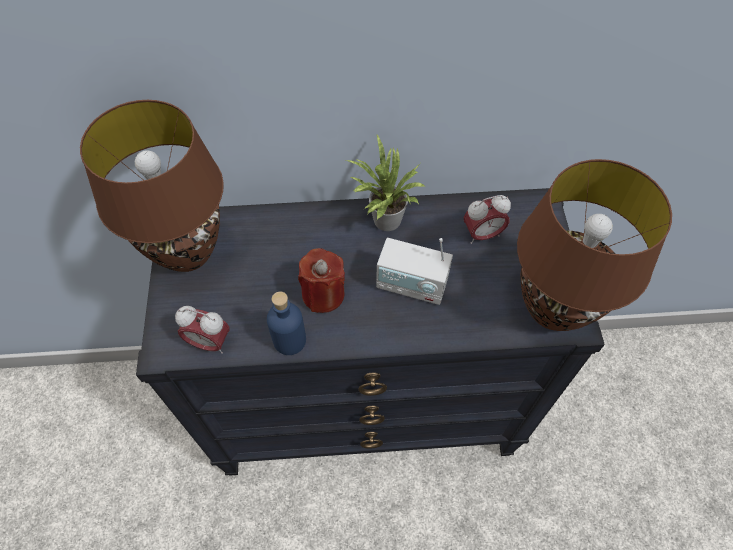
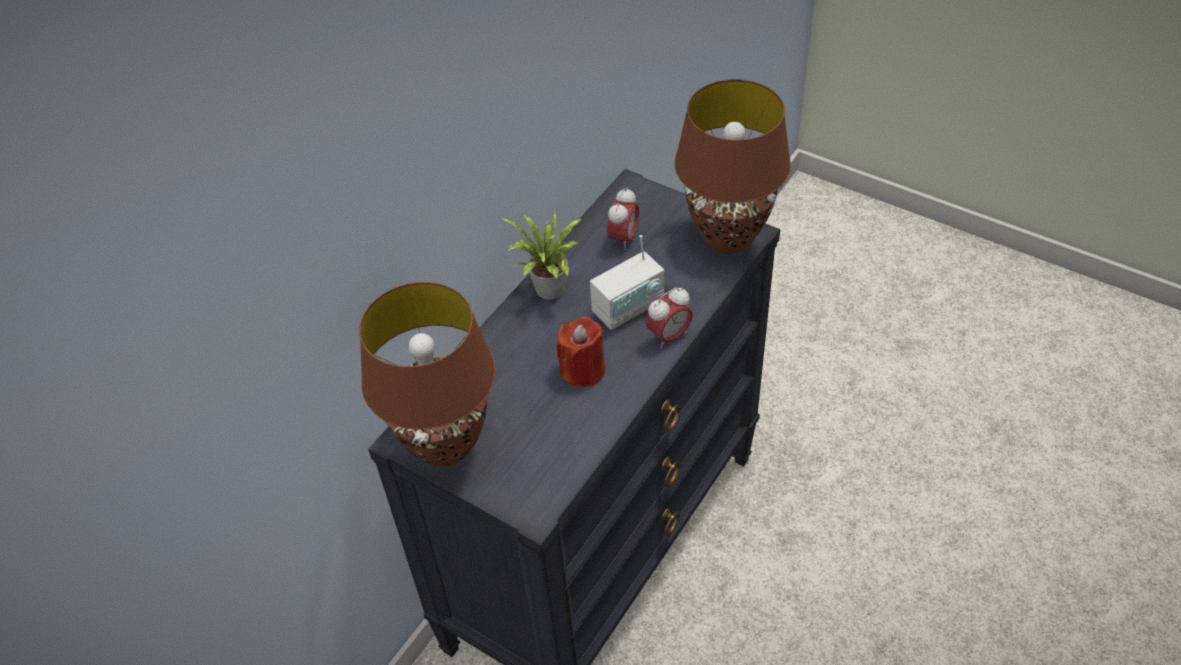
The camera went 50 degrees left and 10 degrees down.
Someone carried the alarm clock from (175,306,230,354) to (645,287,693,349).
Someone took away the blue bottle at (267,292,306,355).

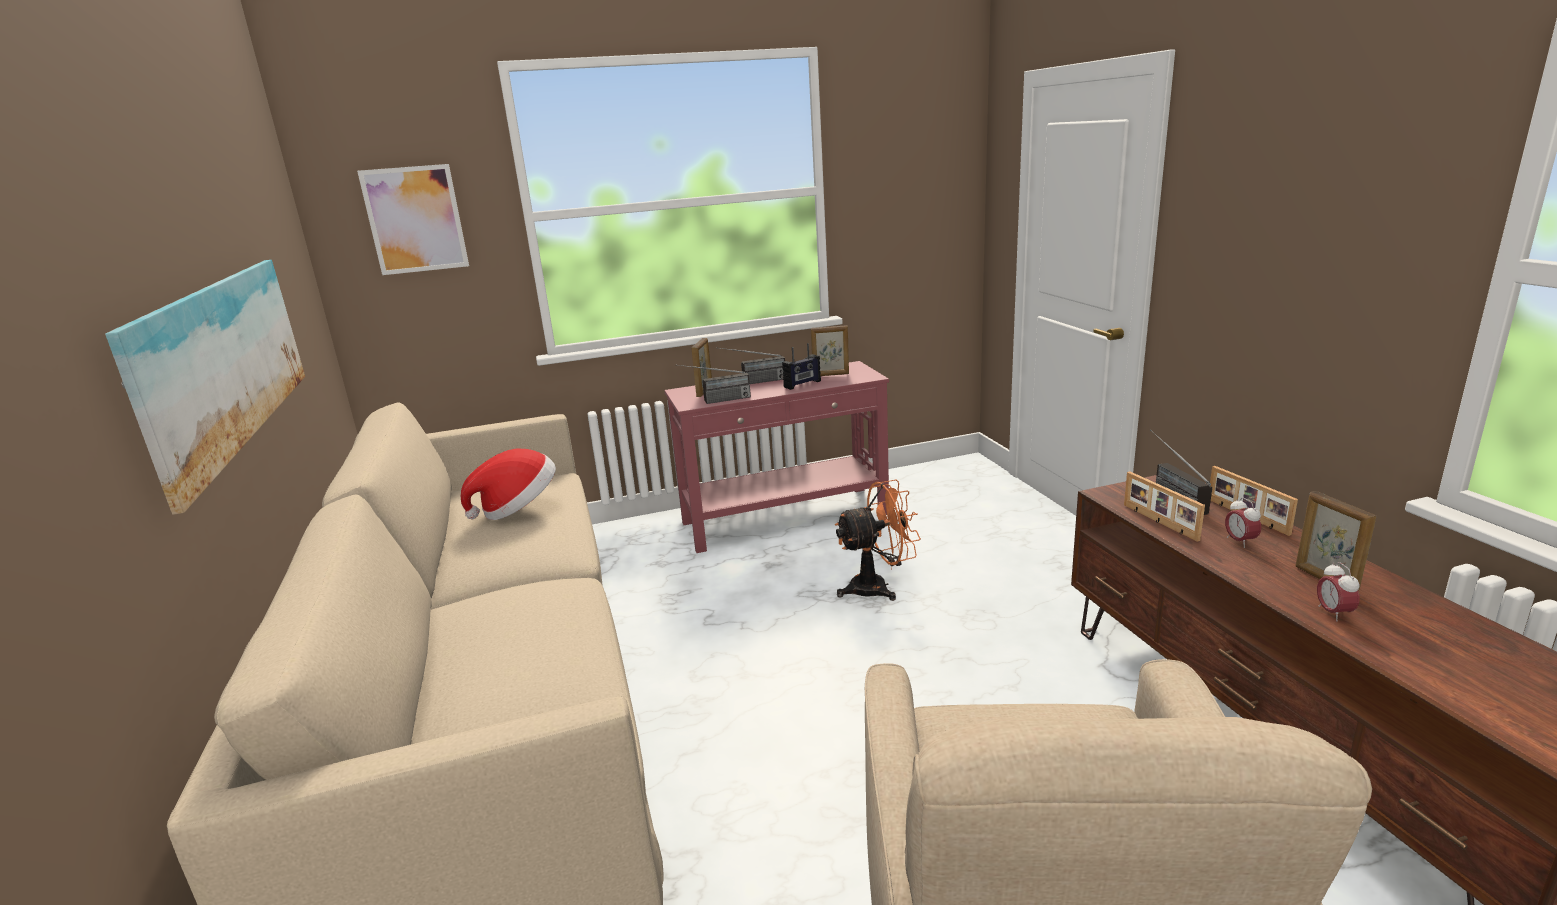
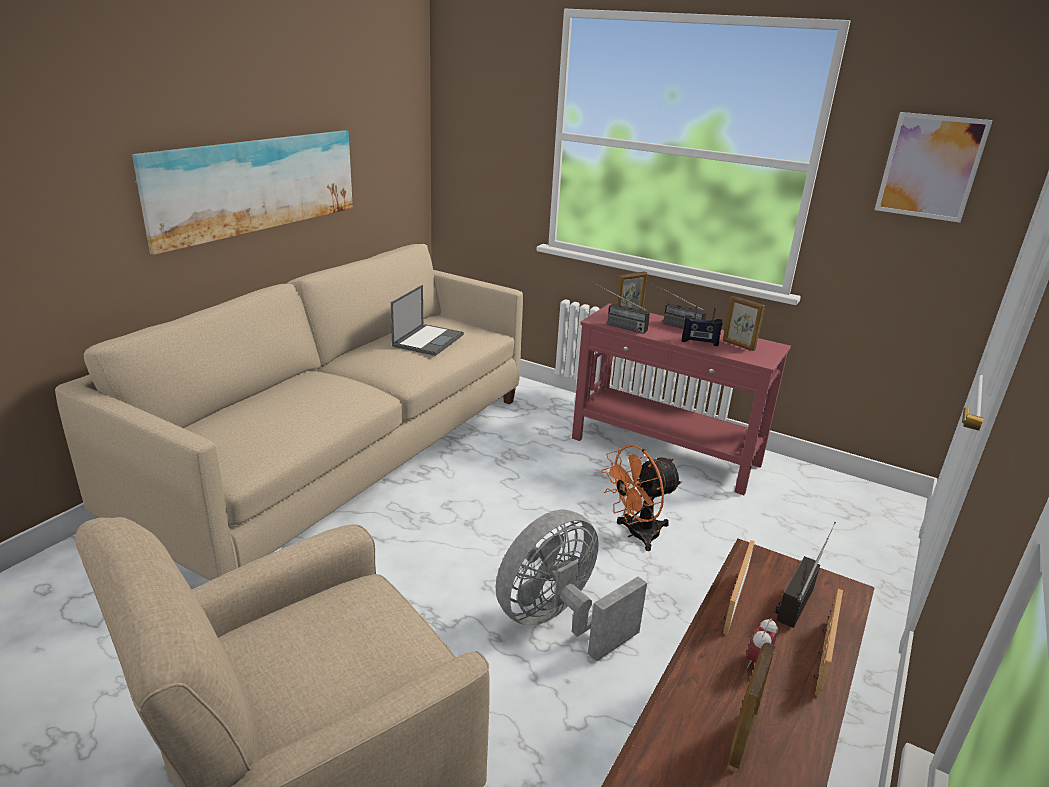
The camera went 45 degrees right and 5 degrees up.
Someone carried the picture from (357,164,469,275) to (875,112,993,223).
Someone swapped the hat at (461,448,556,520) for the laptop at (391,285,464,356).
Someone rotated the orange fan at (835,480,921,601) by 120 degrees clockwise.
Someone took away the alarm clock at (1317,562,1360,622).
Someone put down the grey fan at (496,509,647,661).

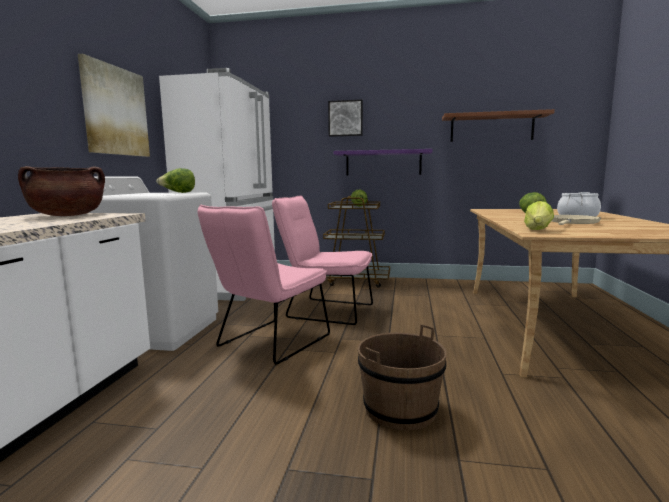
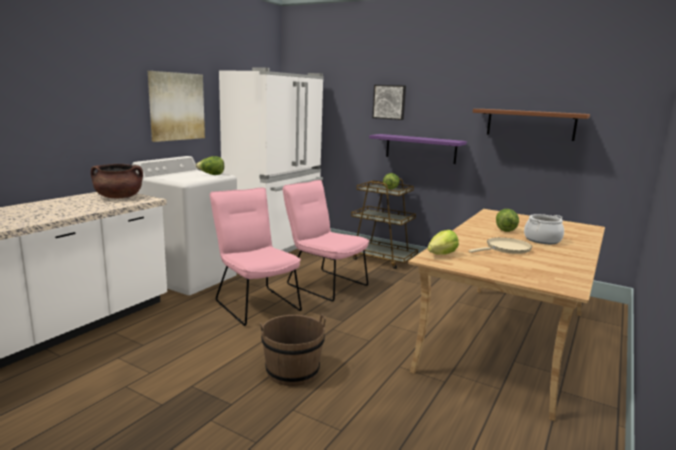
The camera went 20 degrees right and 5 degrees up.
Someone rotated the pink chair at (198,205,330,365) by 90 degrees clockwise.

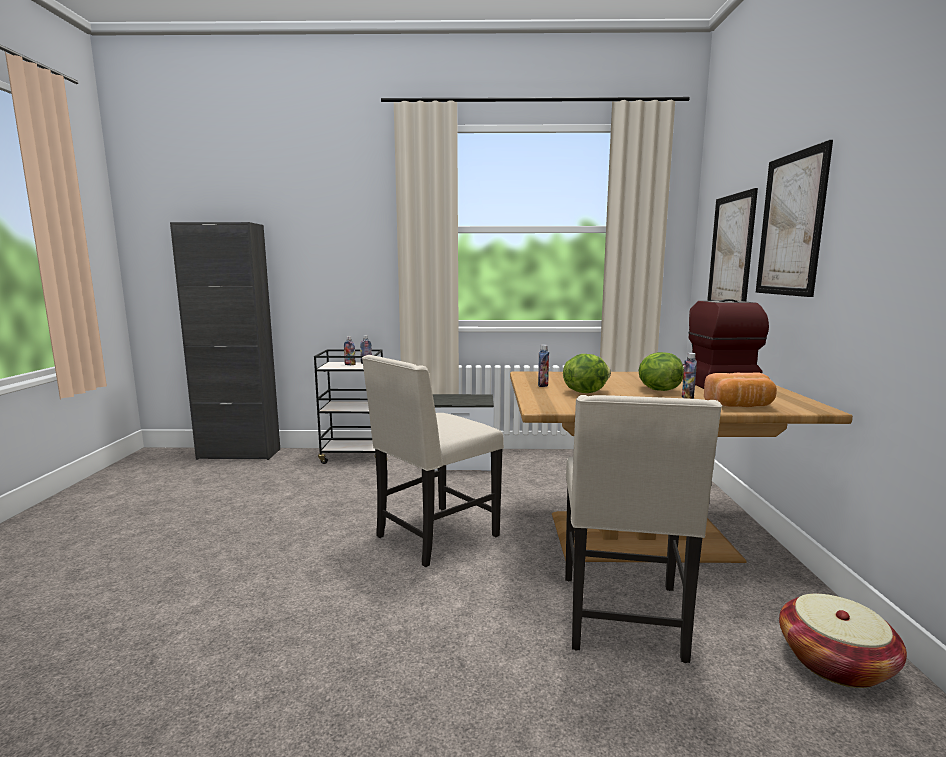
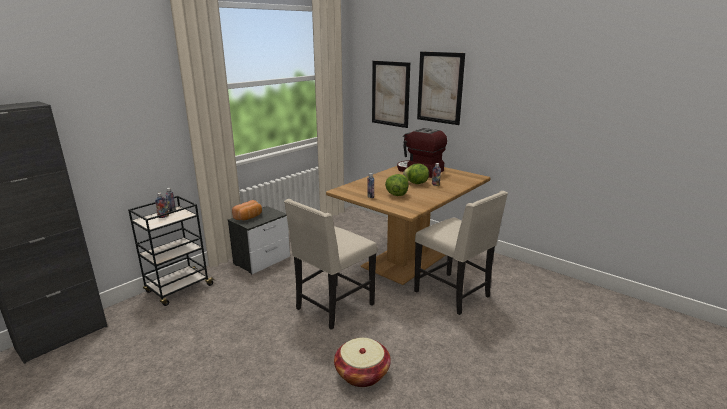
The camera went 50 degrees left and 10 degrees up.
Someone rotated the beige chair at (362,355,504,567) by 45 degrees clockwise.
Someone carried the bread from (704,373,777,407) to (232,200,262,220).
Someone carried the basket from (779,594,907,688) to (334,338,391,387).

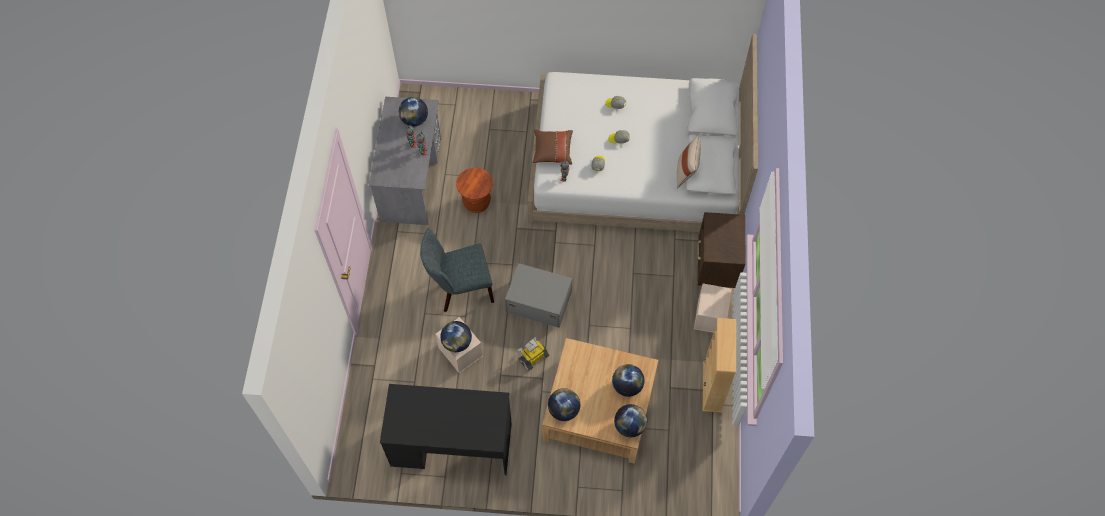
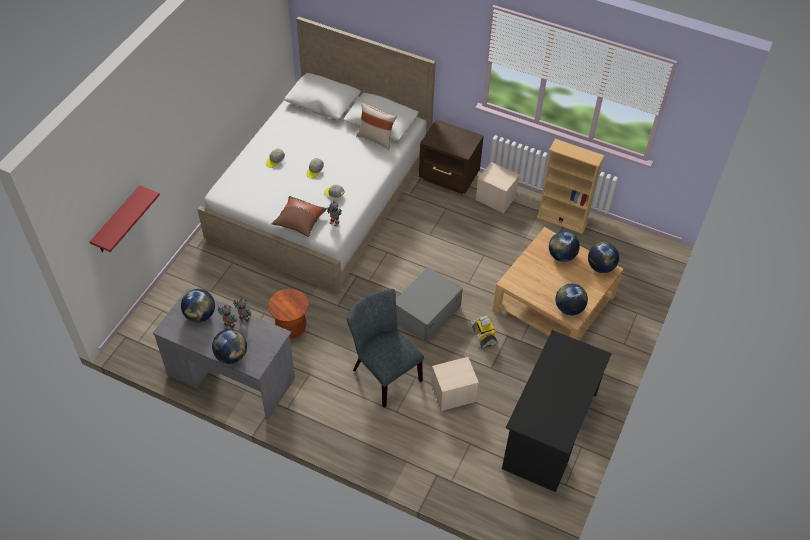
The camera went 70 degrees left and 10 degrees down.
Someone rotated the grey chair at (420,228,494,313) by 135 degrees clockwise.
Someone carried the globe from (440,321,472,352) to (212,329,247,364).
Someone put up the red shelf at (90,185,160,252).

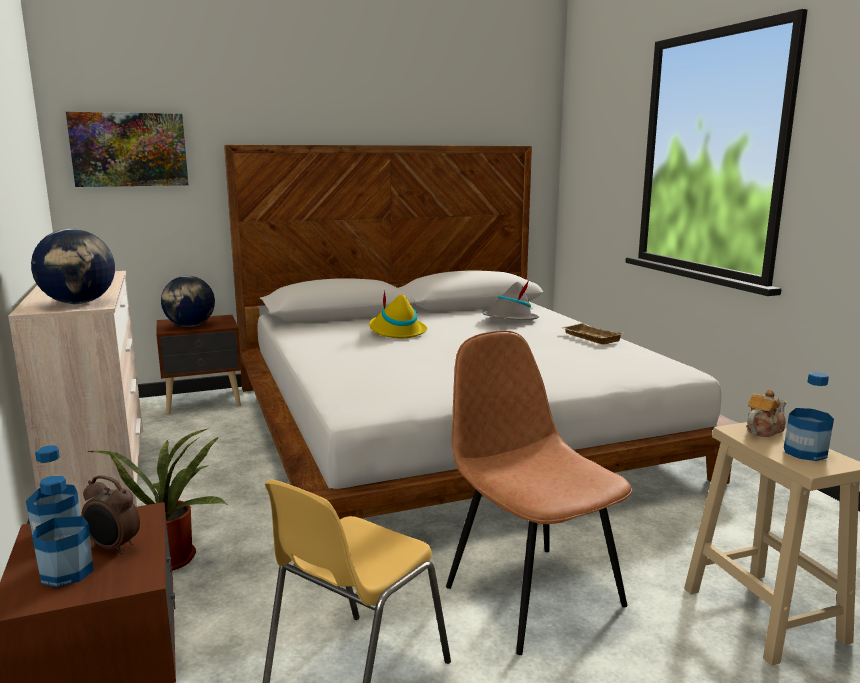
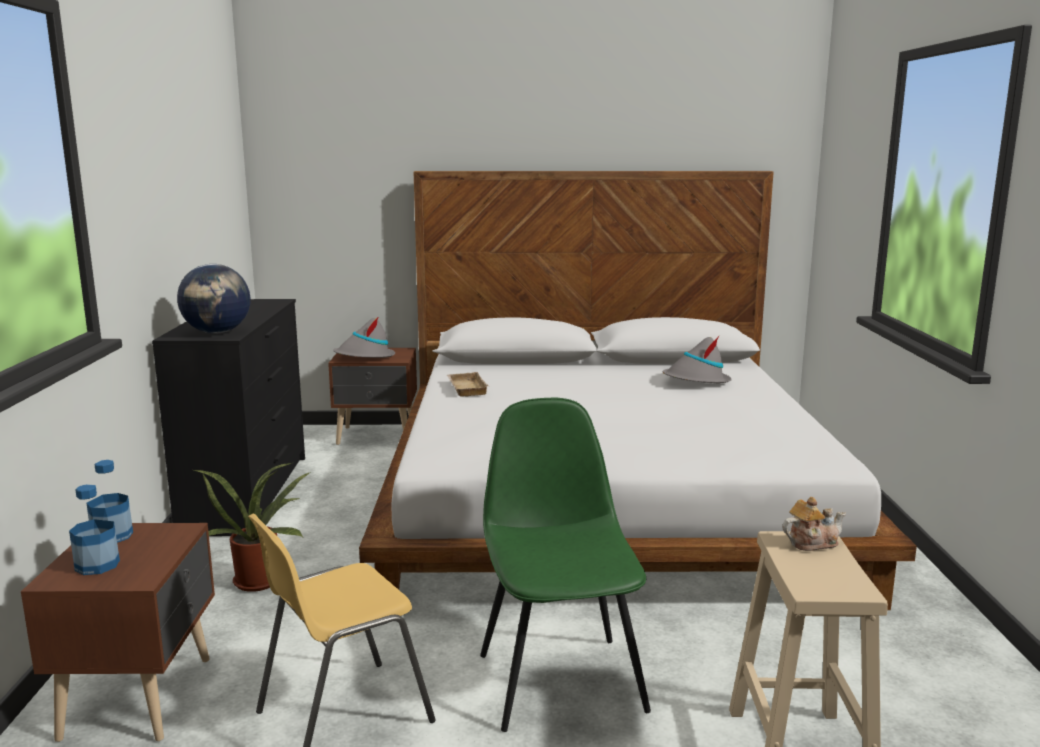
The camera went 20 degrees right and 0 degrees up.
Someone repainted the beige dresser at (8,271,143,515), which became the black dresser at (152,299,305,536).
Someone took away the picture at (66,112,188,187).
Someone took away the alarm clock at (81,475,140,554).
Someone swapped the globe at (161,276,215,327) for the grey hat at (333,316,395,358).
Someone took away the yellow hat at (369,291,427,338).
Someone repainted the brown chair at (446,330,632,655), which became the green chair at (480,398,651,732).
Someone carried the beige tray from (562,323,623,344) to (447,372,489,396).
Someone took away the bottle at (784,372,834,461).

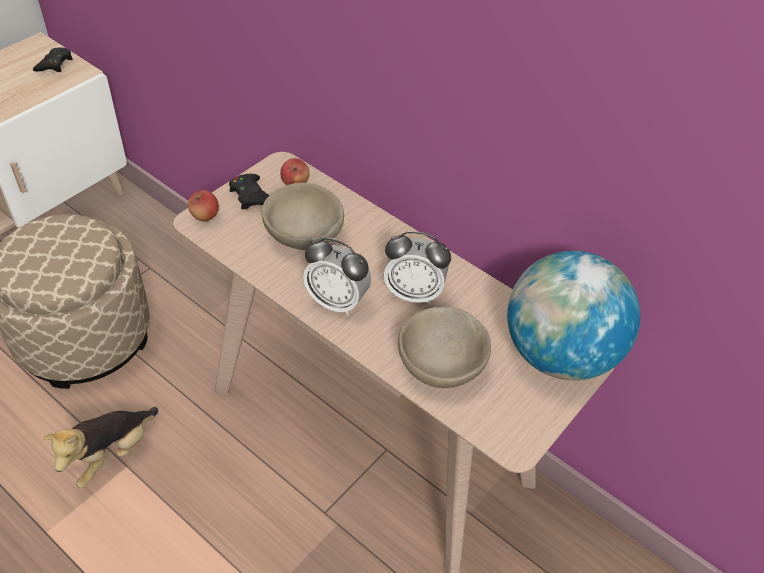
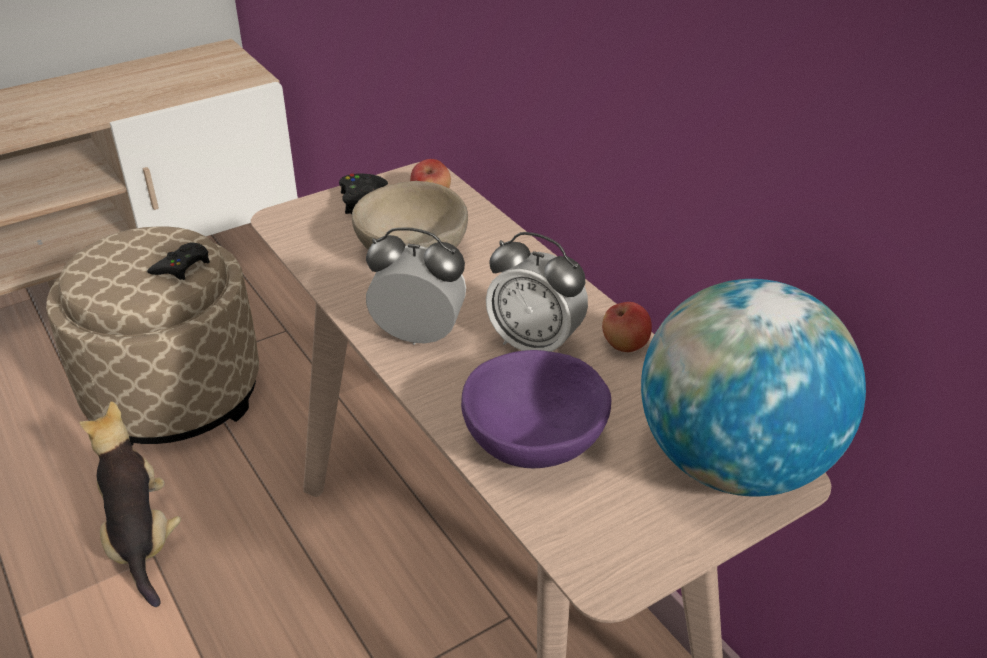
The camera went 20 degrees right and 10 degrees down.
Someone carried the black game controller from (33,48,73,72) to (147,243,210,280).
Someone rotated the plush toy at (43,407,158,488) by 105 degrees clockwise.
Someone carried the apple from (188,190,219,221) to (602,302,652,352).
Someone rotated the alarm clock at (303,237,371,316) by 150 degrees clockwise.
Someone repainted the beige bowl at (398,307,491,388), which became the purple bowl at (461,350,611,468).

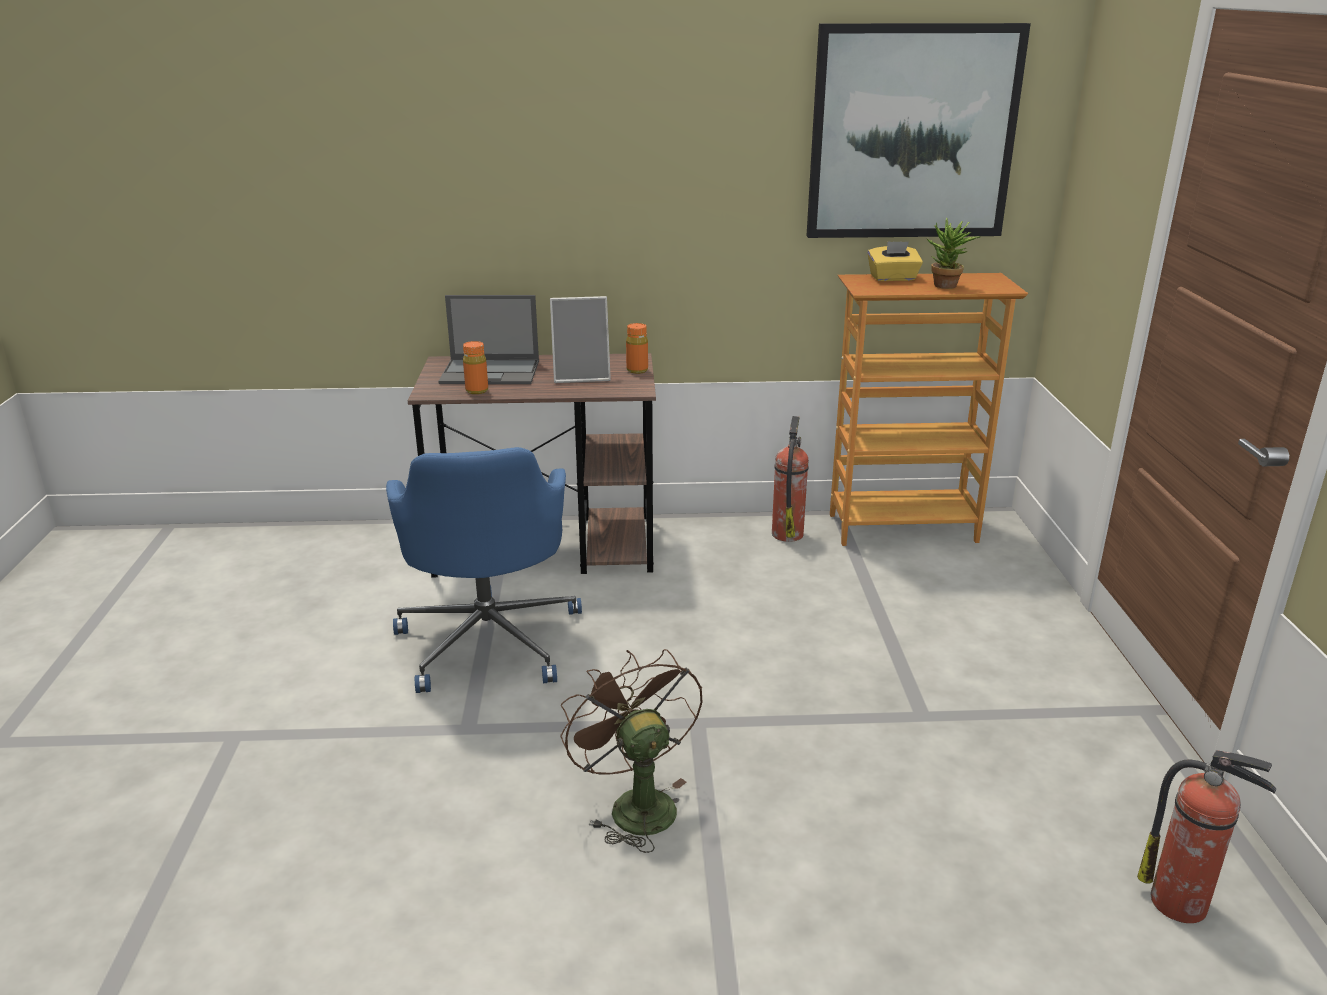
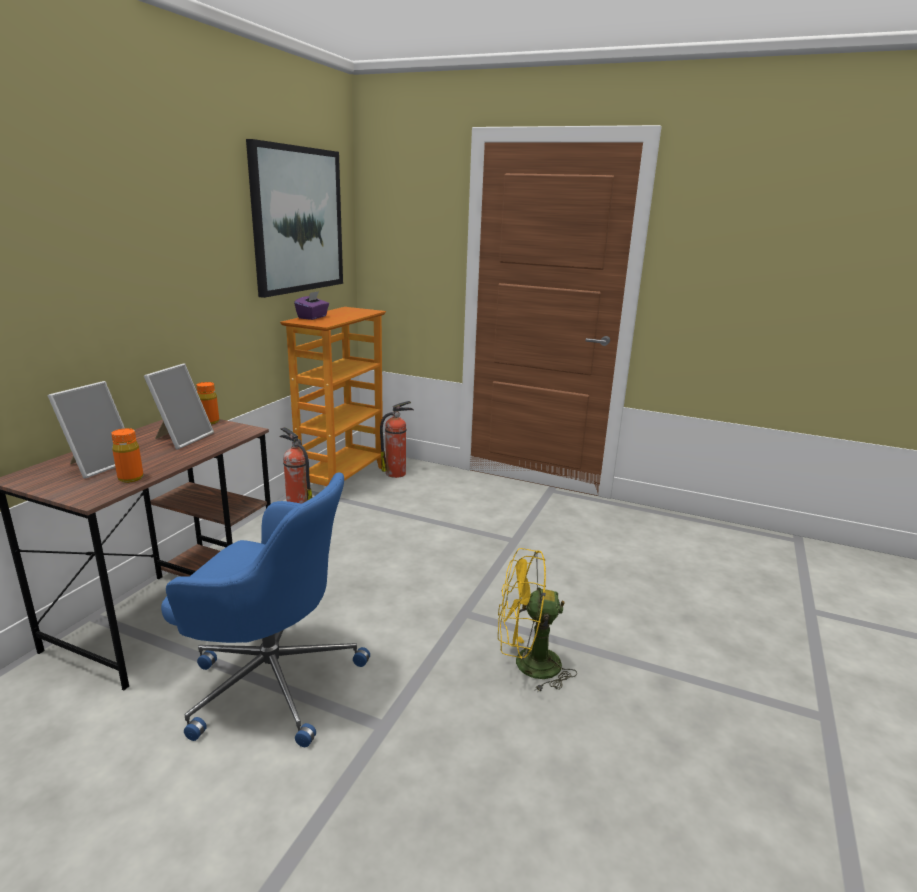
The camera went 65 degrees left and 5 degrees down.
Someone swapped the laptop at (438,295,539,384) for the picture frame at (48,381,125,479).
Someone repainted the brown fan at (561,649,703,853), which became the yellow fan at (498,548,577,693).
Someone repainted the yellow tissue box at (868,241,923,281), which became the purple tissue box at (294,291,329,320).
Someone took away the potted plant at (927,217,980,289).
Someone carried the fire extinguisher from (1137,750,1276,923) to (380,401,414,478).

